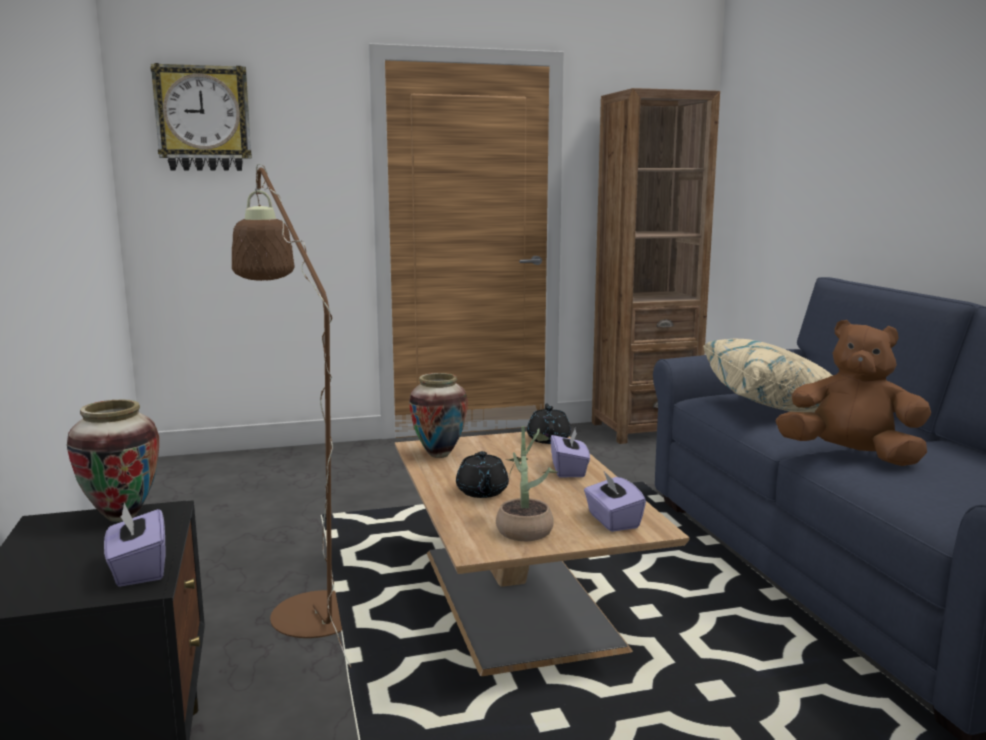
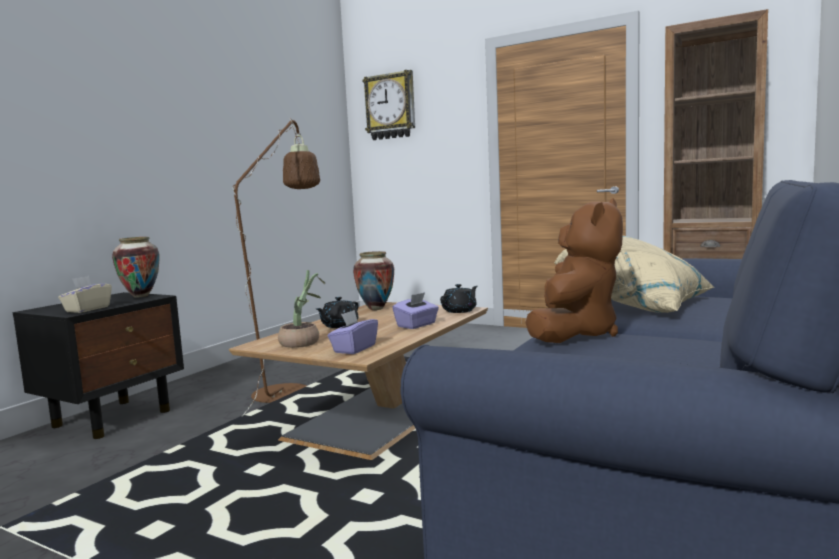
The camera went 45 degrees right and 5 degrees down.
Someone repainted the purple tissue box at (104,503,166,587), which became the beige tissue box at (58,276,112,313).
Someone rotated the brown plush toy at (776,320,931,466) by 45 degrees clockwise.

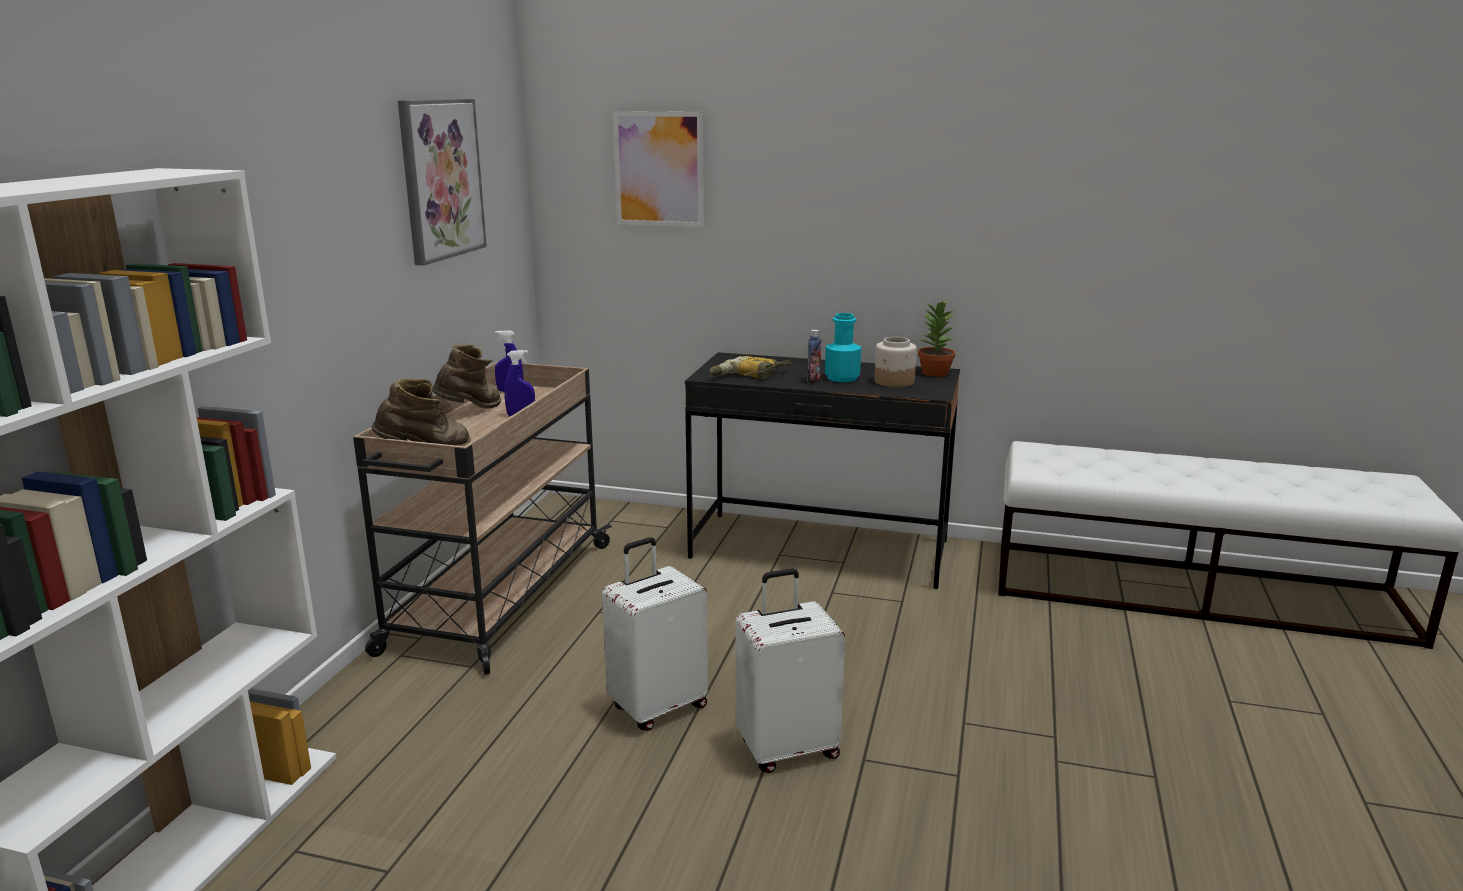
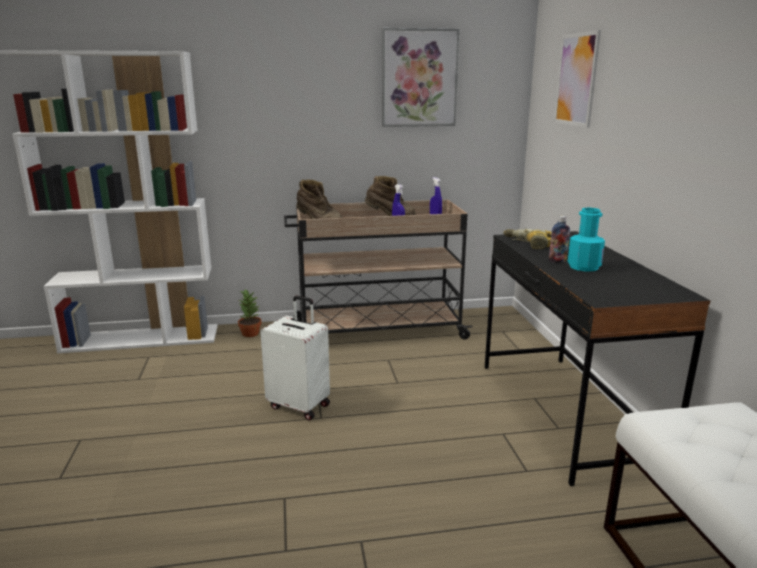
The camera went 65 degrees right and 0 degrees up.
Someone took away the white suitcase at (735,568,845,773).
Someone took away the jar at (874,337,917,387).
Someone carried the potted plant from (918,300,955,377) to (238,289,262,337).

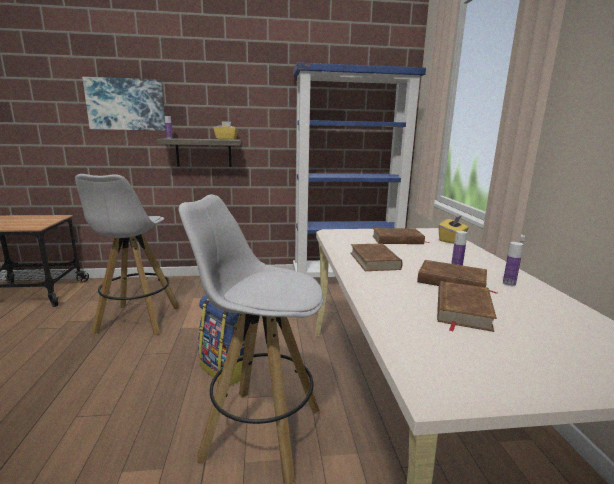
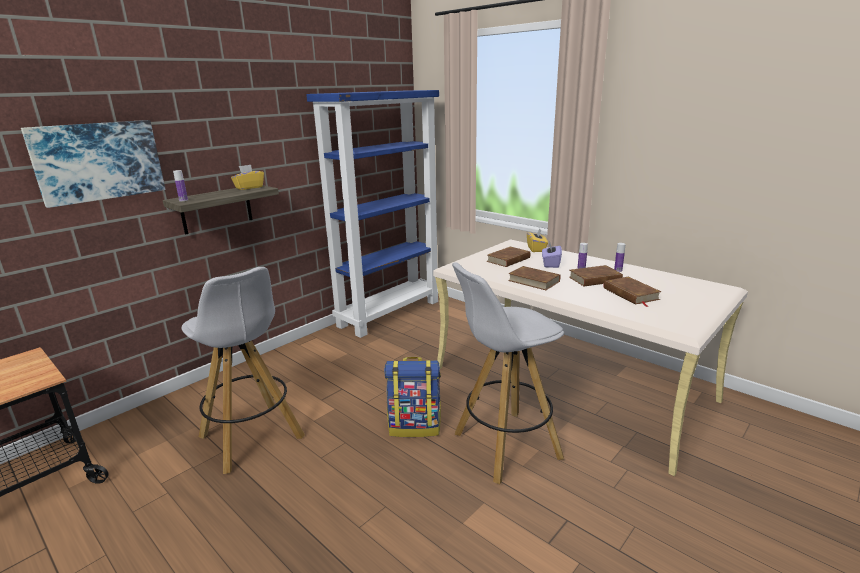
The camera went 40 degrees left and 5 degrees up.
Someone put down the purple tissue box at (542,242,562,268).

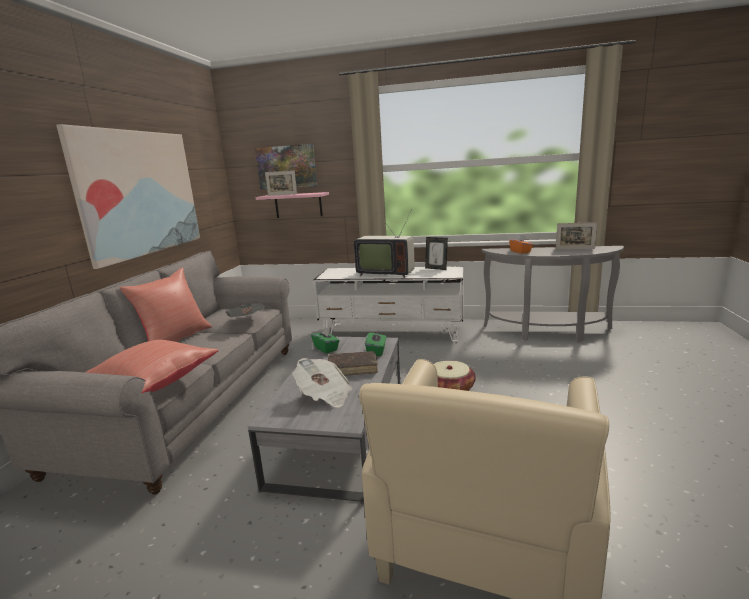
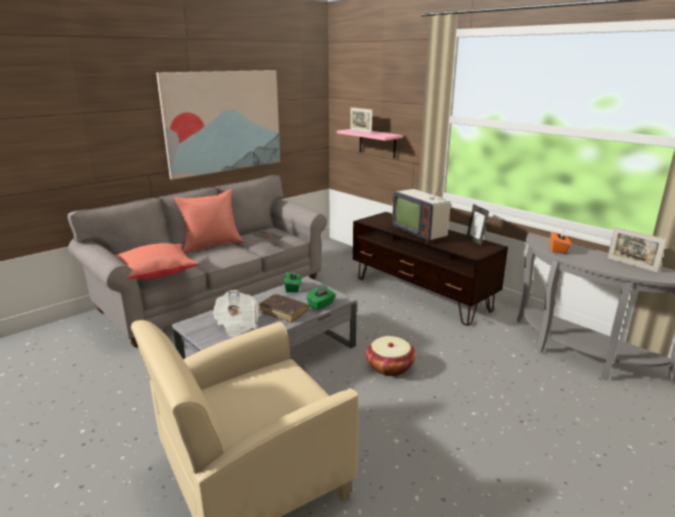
The camera went 35 degrees right and 5 degrees up.
Someone took away the picture at (255,144,317,189).
Someone repainted the white tv stand at (313,266,463,342), which became the brown tv stand at (353,212,508,326).

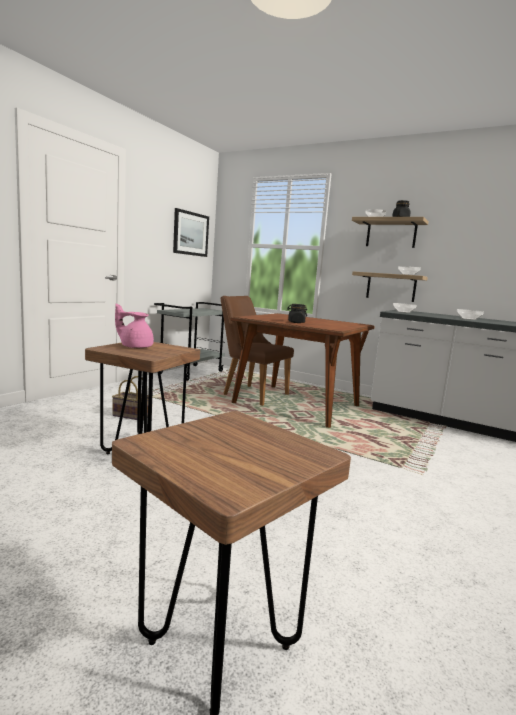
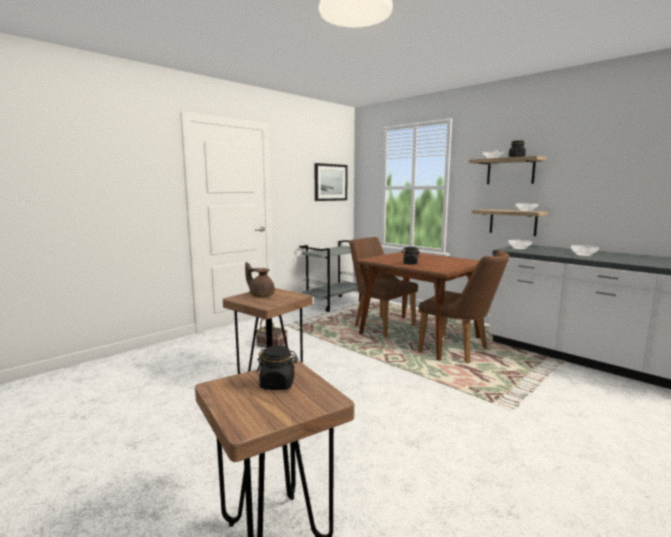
The camera went 15 degrees right and 0 degrees up.
Someone repainted the pink teapot at (115,304,154,348), which became the brown teapot at (245,262,275,297).
Someone put down the black jar at (257,346,298,390).
Someone put down the brown chair at (418,251,509,364).

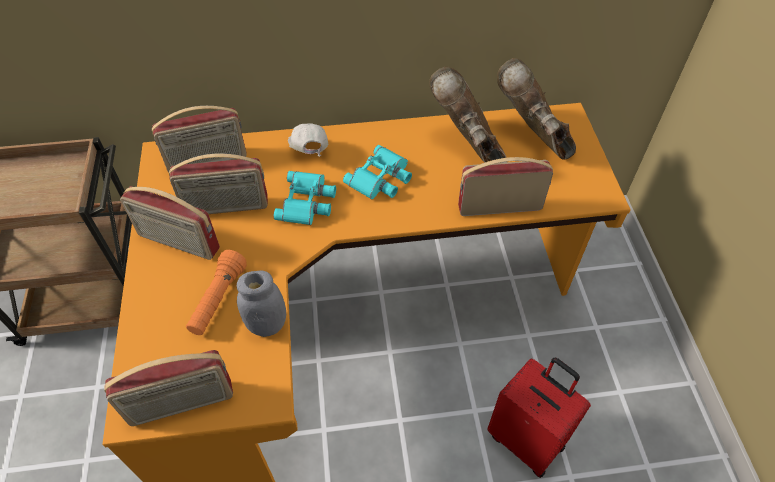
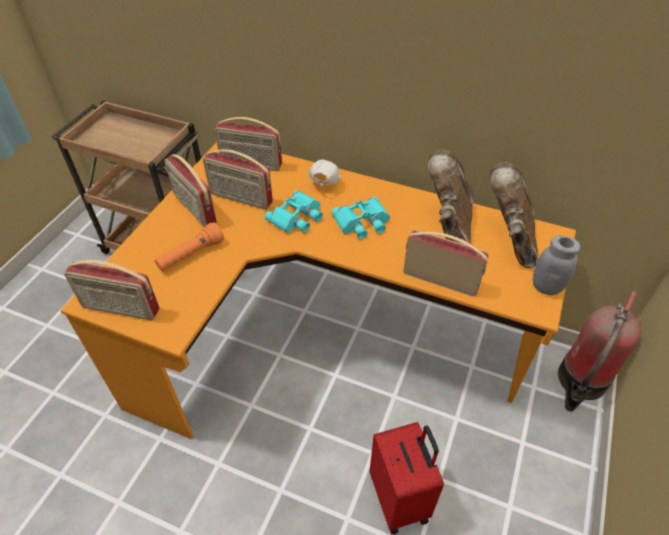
The camera went 30 degrees right and 5 degrees down.
Someone carried the grey jar from (237,270,286,337) to (533,236,580,295).
Someone put down the fire extinguisher at (558,291,641,411).

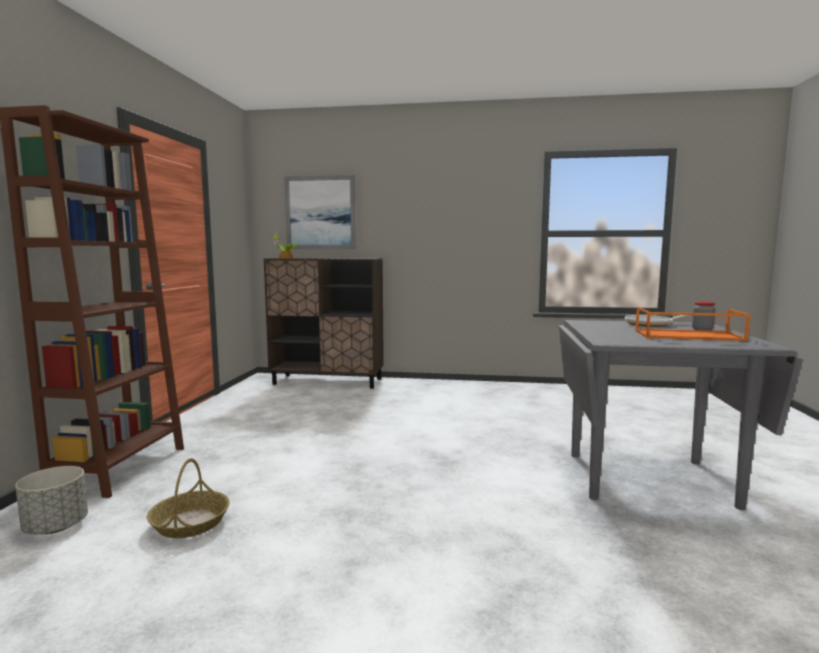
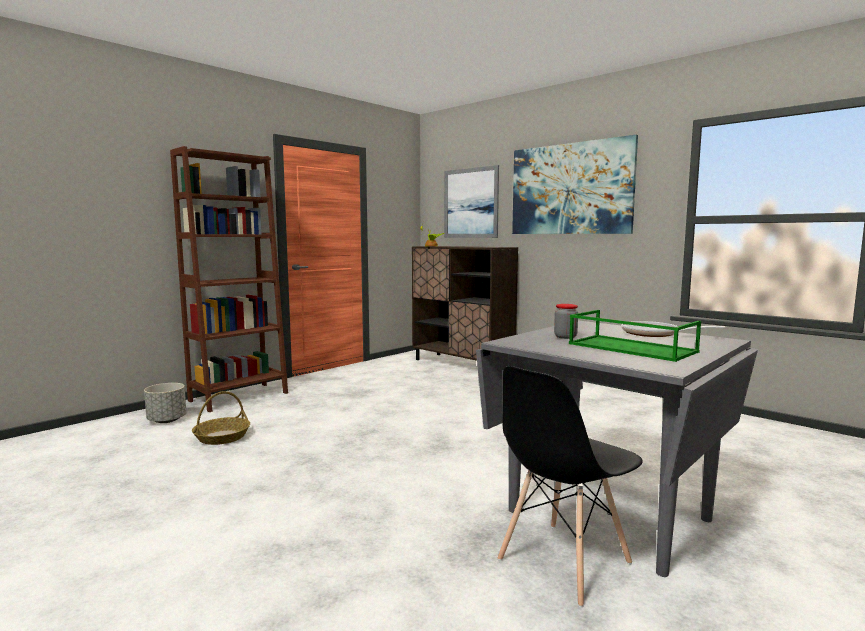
The camera went 35 degrees right and 0 degrees up.
Someone repainted the orange tray at (635,307,751,341), which became the green tray at (569,310,701,362).
Someone carried the jar from (692,302,716,331) to (554,304,578,339).
Someone put down the black chair at (498,366,643,607).
Someone put up the picture at (512,135,638,234).

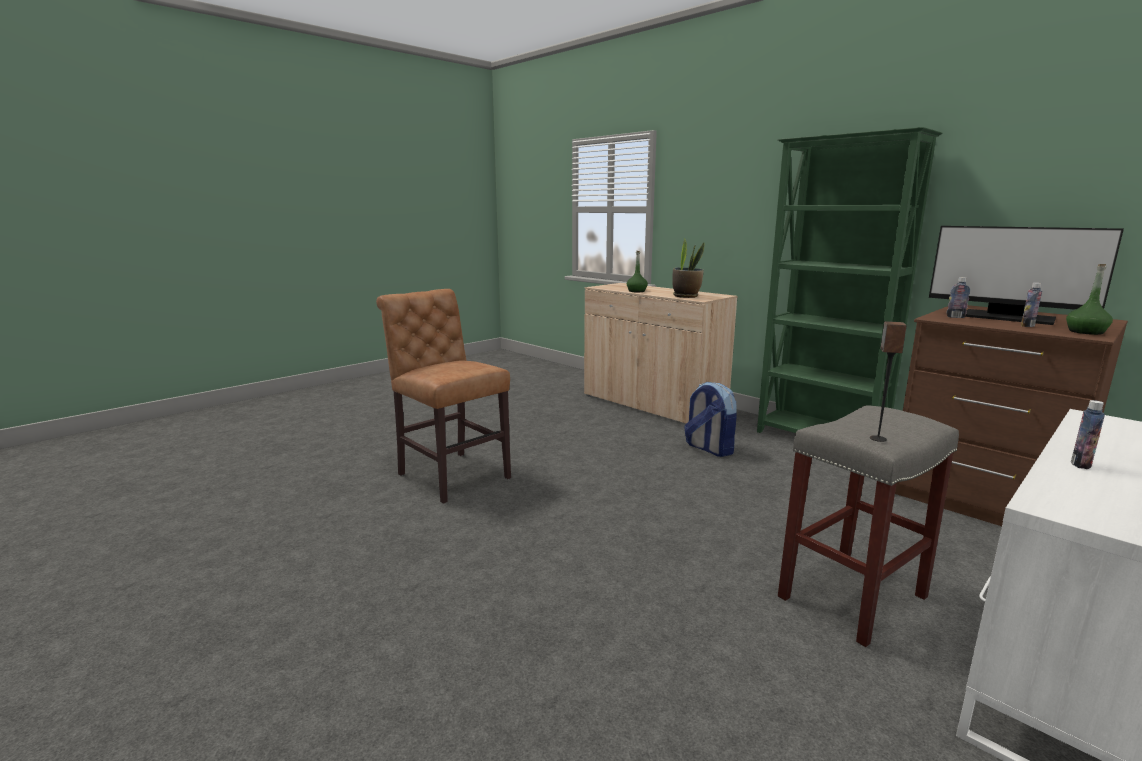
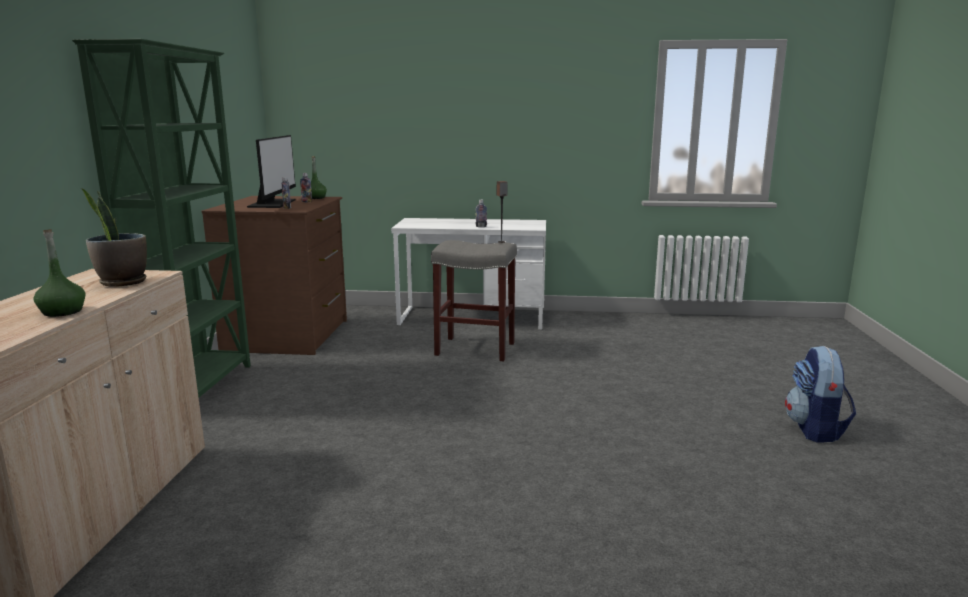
The camera went 130 degrees left and 0 degrees up.
Someone took away the brown chair at (376,289,511,504).
Someone carried the backpack from (684,382,737,457) to (785,346,856,442).

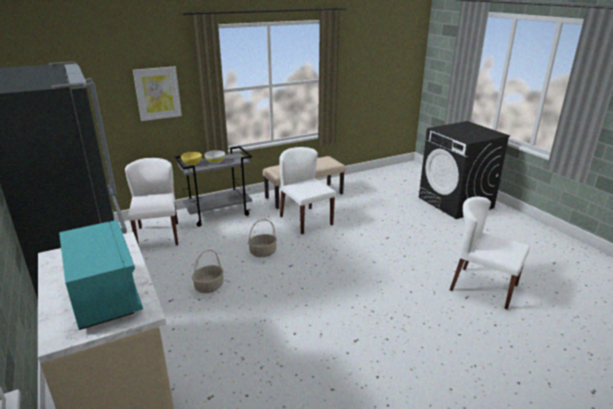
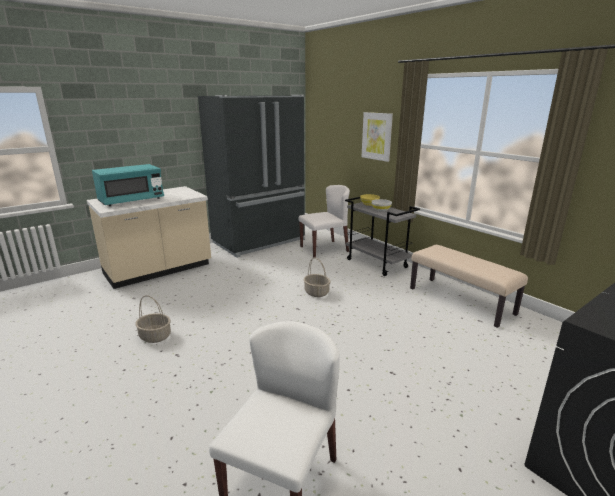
The camera went 80 degrees right and 5 degrees down.
Someone carried the basket from (192,250,224,293) to (135,295,171,343).
Someone took away the white chair at (280,147,336,234).

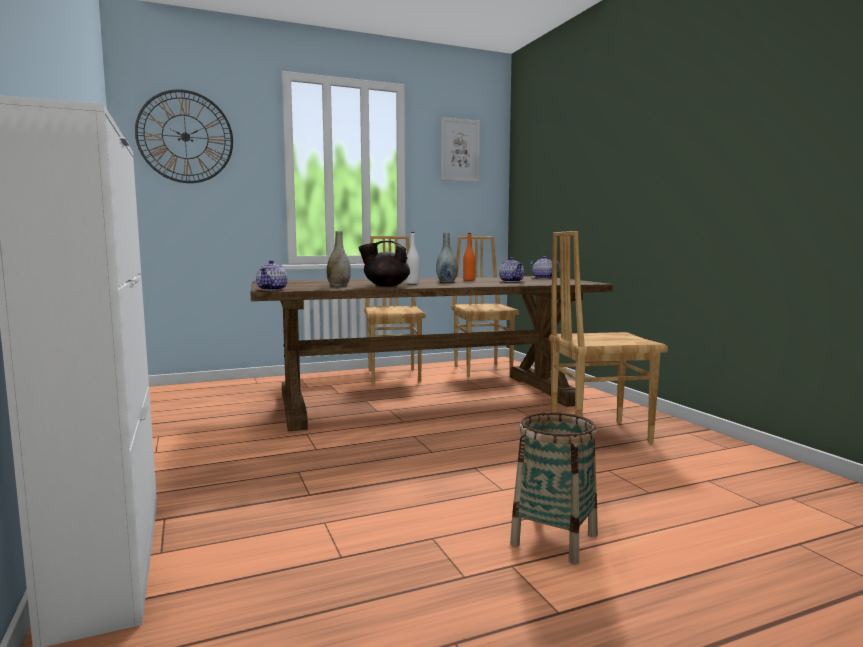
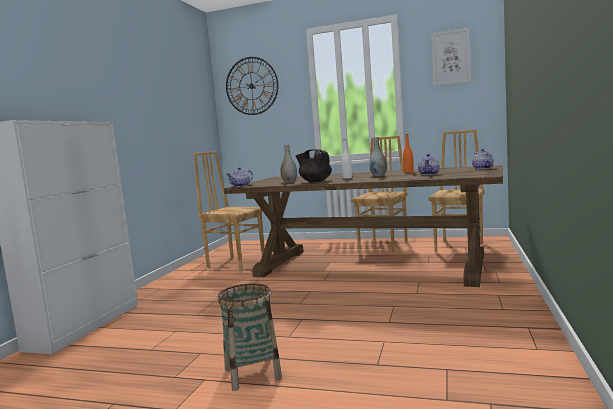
The camera went 40 degrees right and 0 degrees up.
Someone carried the brown chair from (549,231,668,443) to (194,151,264,271).

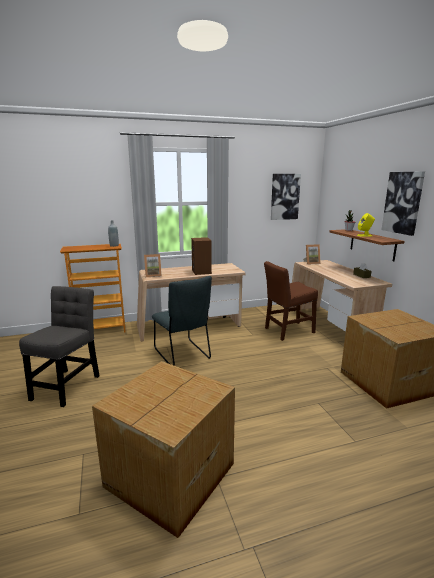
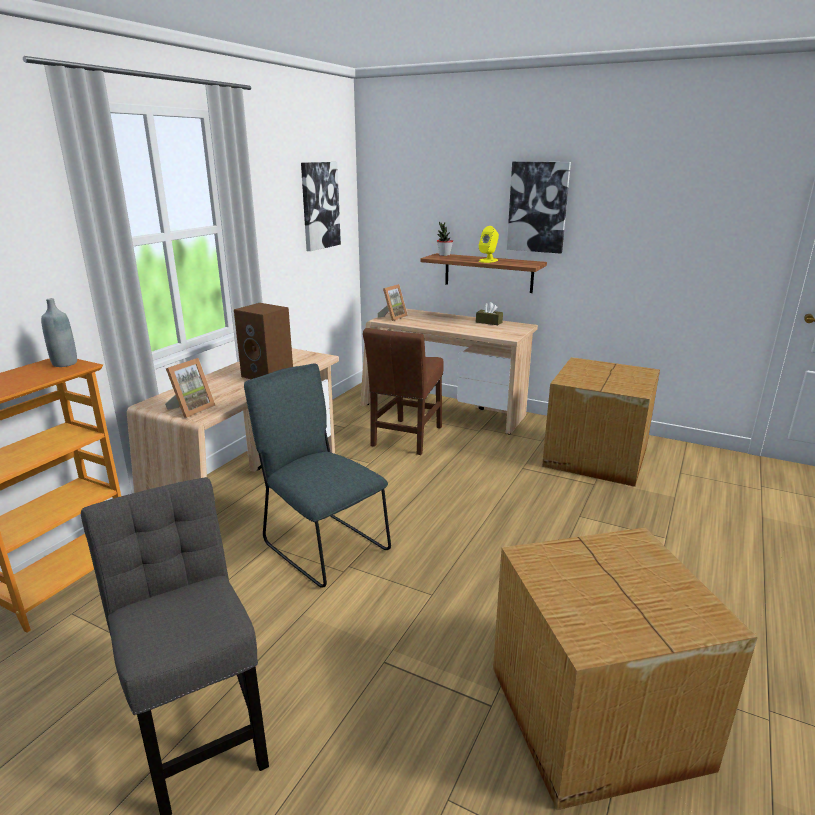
The camera went 45 degrees left and 5 degrees up.
Someone rotated the grey chair at (152,276,212,366) by 150 degrees counterclockwise.

